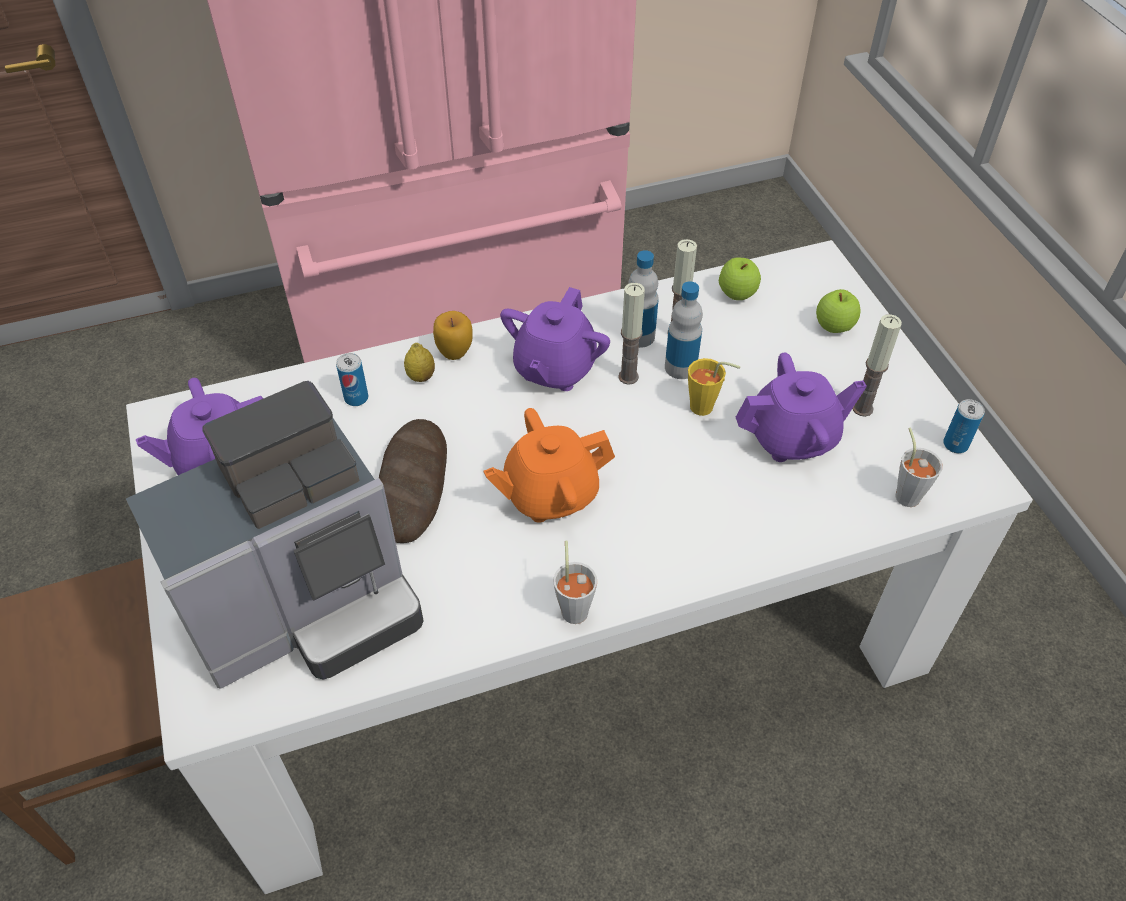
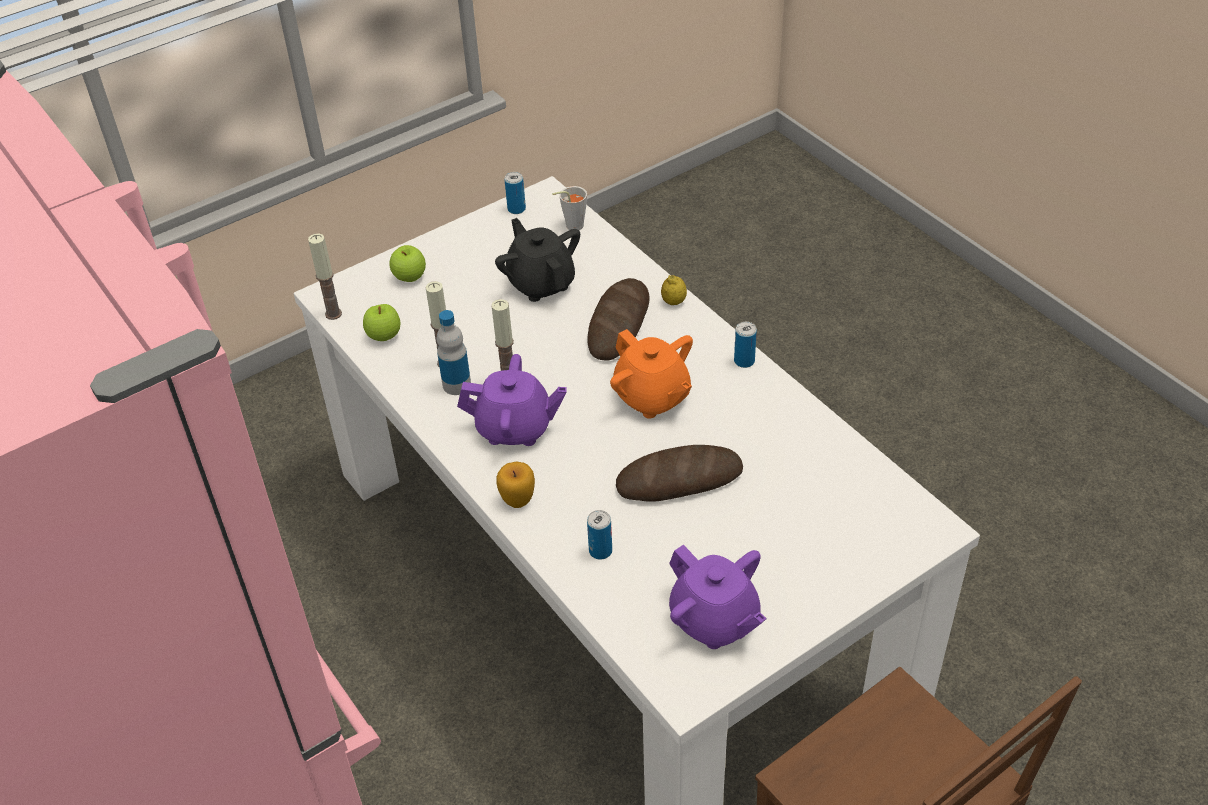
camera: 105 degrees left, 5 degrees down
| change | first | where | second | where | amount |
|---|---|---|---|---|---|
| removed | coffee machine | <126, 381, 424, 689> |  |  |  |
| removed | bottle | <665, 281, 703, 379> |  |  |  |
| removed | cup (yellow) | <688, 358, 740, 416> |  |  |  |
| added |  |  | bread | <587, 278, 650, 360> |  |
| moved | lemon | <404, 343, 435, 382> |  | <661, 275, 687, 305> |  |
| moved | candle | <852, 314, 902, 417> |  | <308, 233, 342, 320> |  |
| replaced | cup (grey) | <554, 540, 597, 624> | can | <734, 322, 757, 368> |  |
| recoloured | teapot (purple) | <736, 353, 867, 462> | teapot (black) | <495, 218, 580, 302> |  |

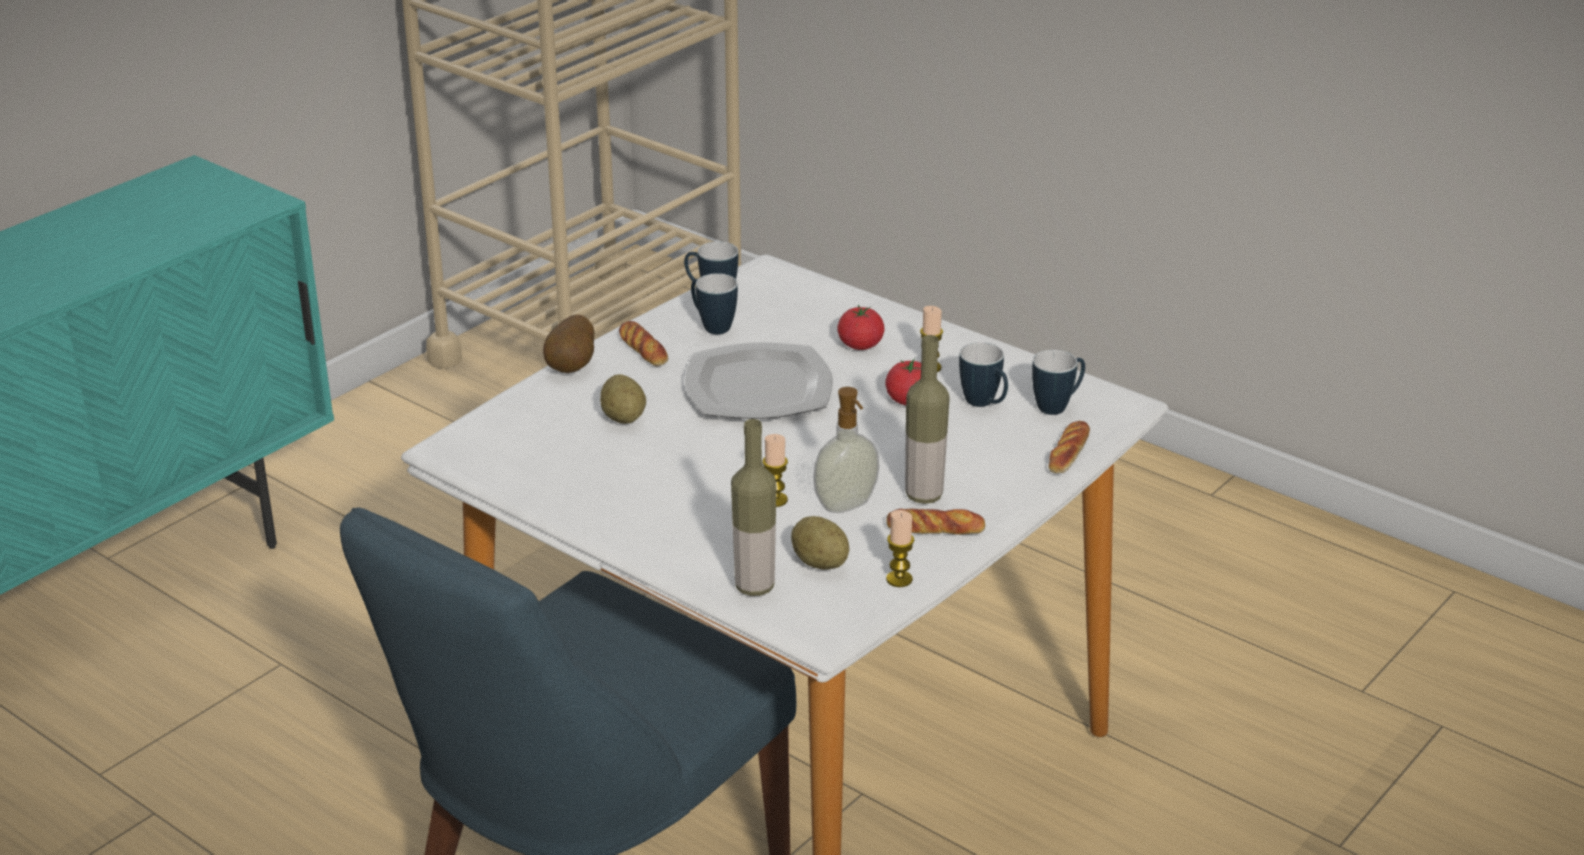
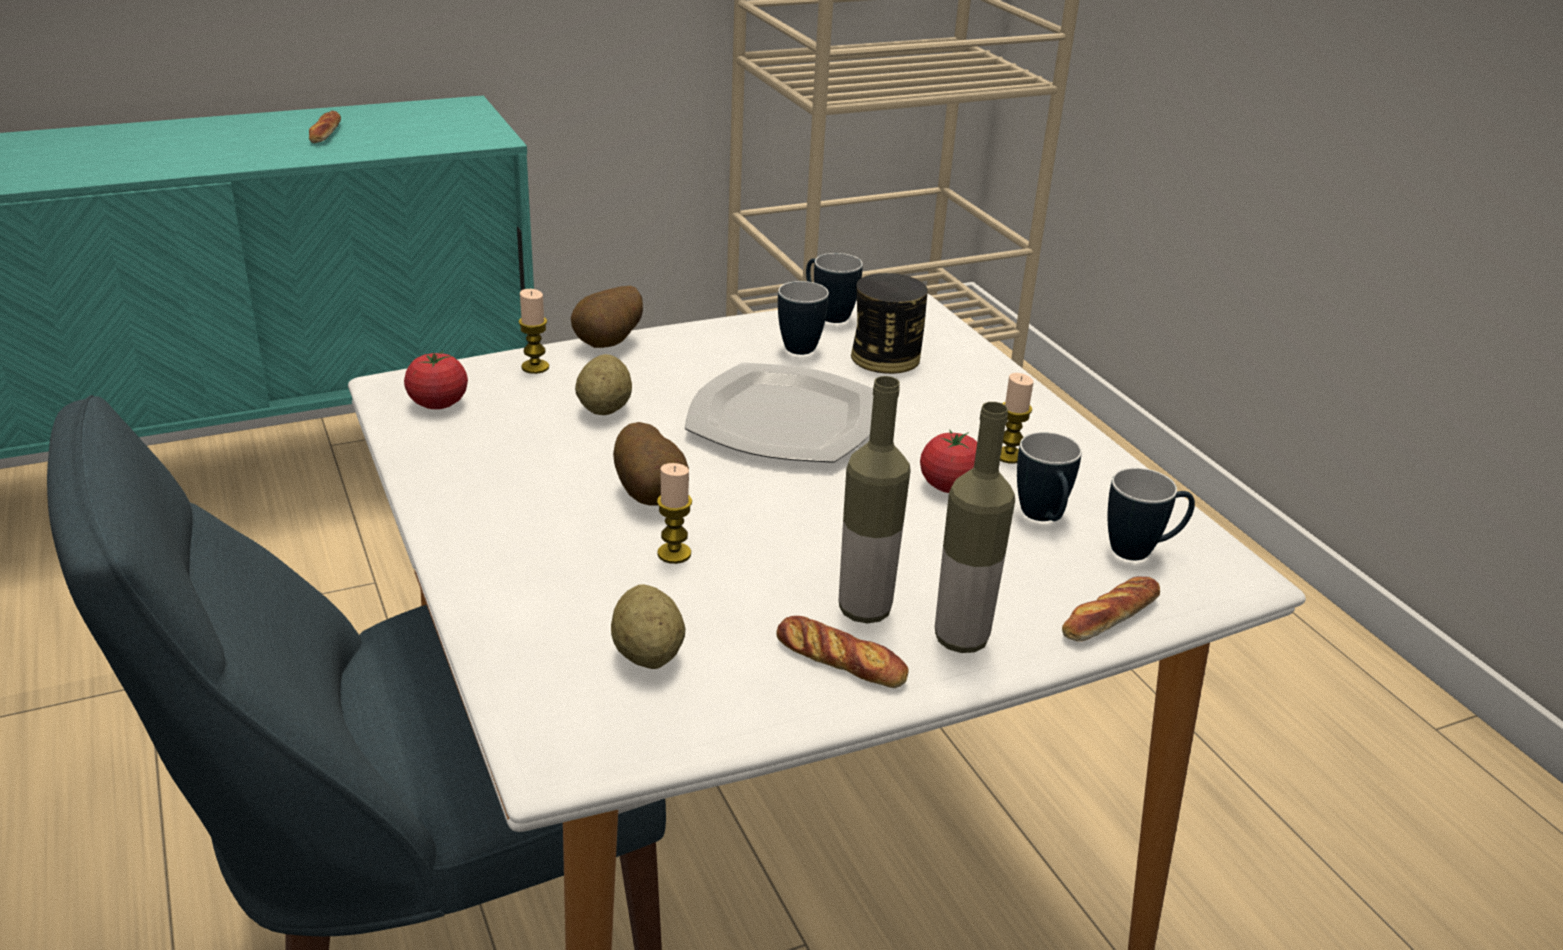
camera: 25 degrees right, 0 degrees up
| change | first | where | second | where | amount |
|---|---|---|---|---|---|
| removed | soap dispenser | <813, 387, 879, 513> |  |  |  |
| added |  |  | potato | <613, 422, 689, 506> |  |
| added |  |  | can | <851, 273, 928, 374> |  |
| moved | bread | <619, 321, 668, 366> |  | <309, 111, 341, 143> |  |
| moved | bottle | <731, 419, 776, 596> |  | <935, 402, 1015, 653> |  |
| moved | tomato | <837, 305, 885, 350> |  | <404, 350, 468, 409> |  |
| moved | candle | <886, 510, 914, 587> |  | <519, 289, 549, 374> |  |

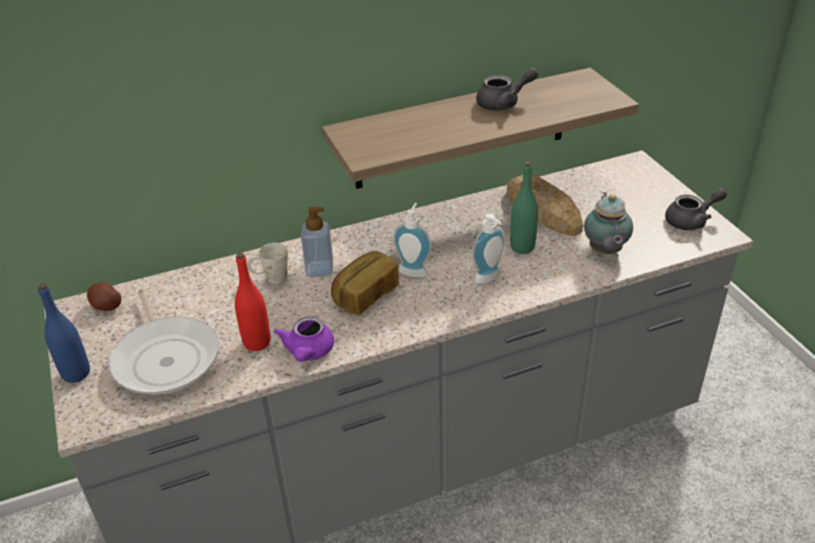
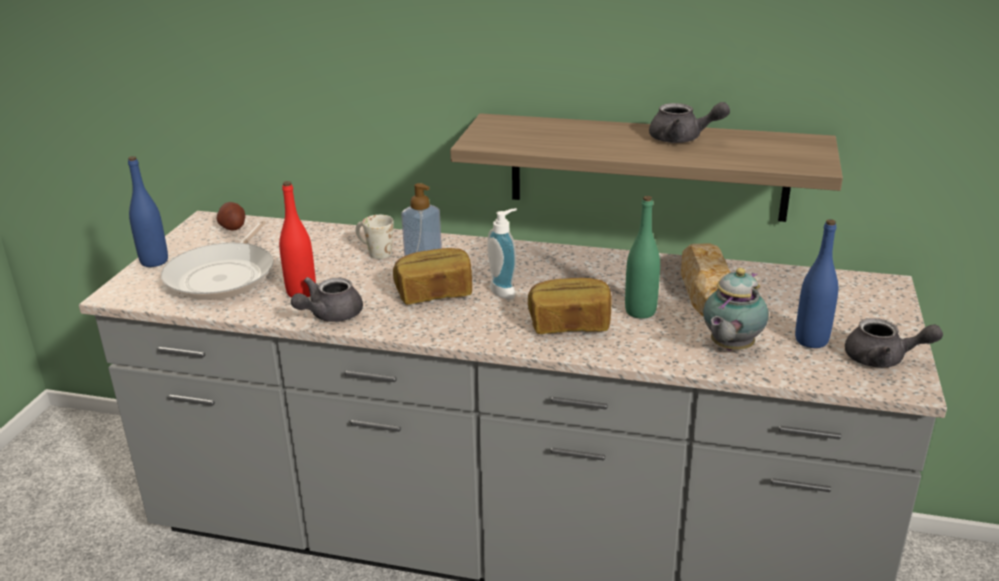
camera: 35 degrees right, 10 degrees down
| change | first | where | second | where | amount |
|---|---|---|---|---|---|
| added |  |  | bottle (blue) | <795, 219, 838, 348> |  |
| replaced | soap dispenser | <473, 213, 505, 284> | bread | <528, 278, 612, 334> |  |
| recoloured | teapot (purple) | <274, 316, 334, 362> | teapot (grey) | <291, 277, 363, 322> |  |

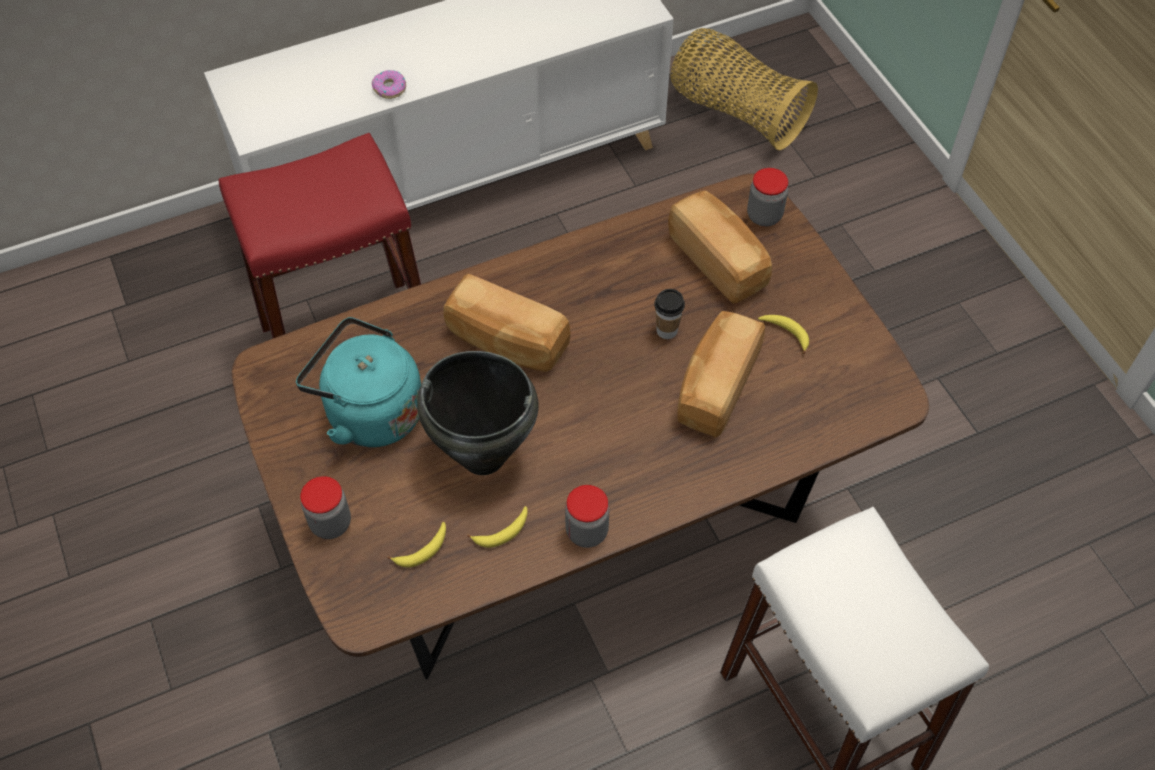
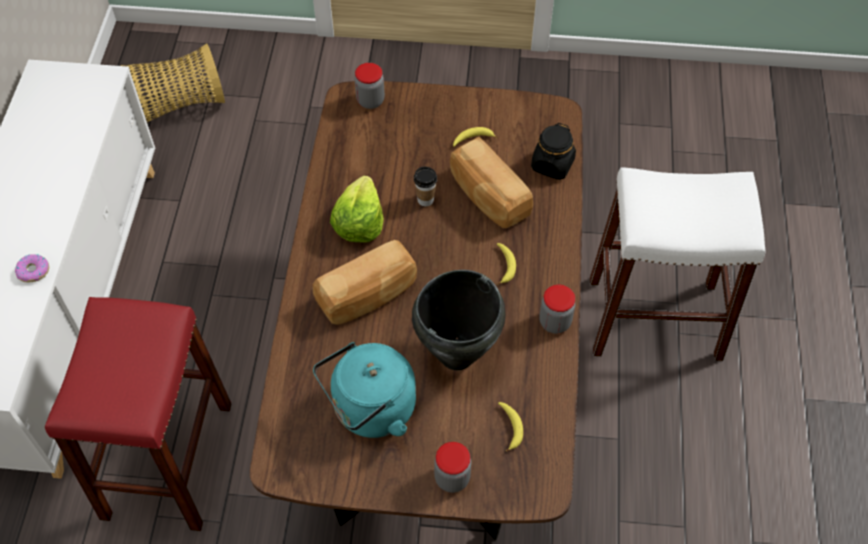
camera: 60 degrees left, 0 degrees up
| change | first | where | second | where | amount |
|---|---|---|---|---|---|
| removed | bread | <668, 190, 772, 304> |  |  |  |
| added |  |  | lettuce | <330, 176, 384, 242> |  |
| added |  |  | jar (black) | <531, 123, 576, 180> |  |
| moved | banana | <467, 506, 527, 548> |  | <497, 243, 516, 284> |  |

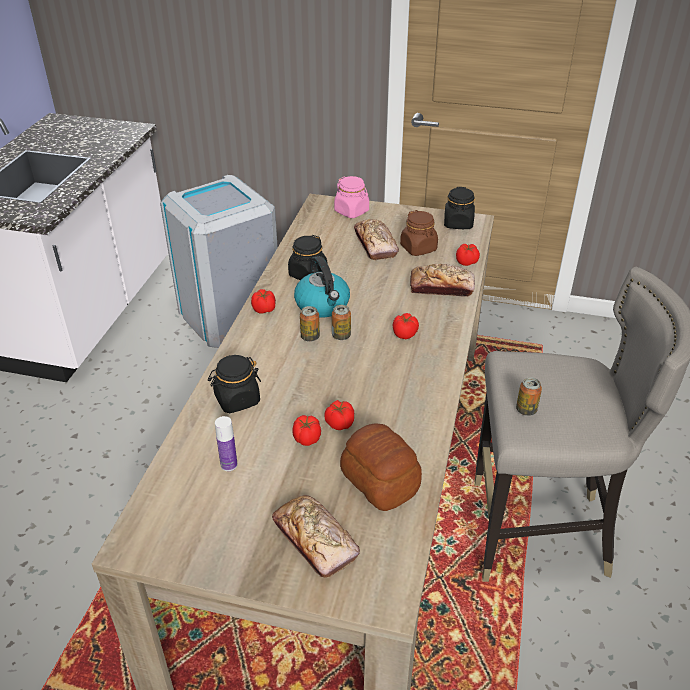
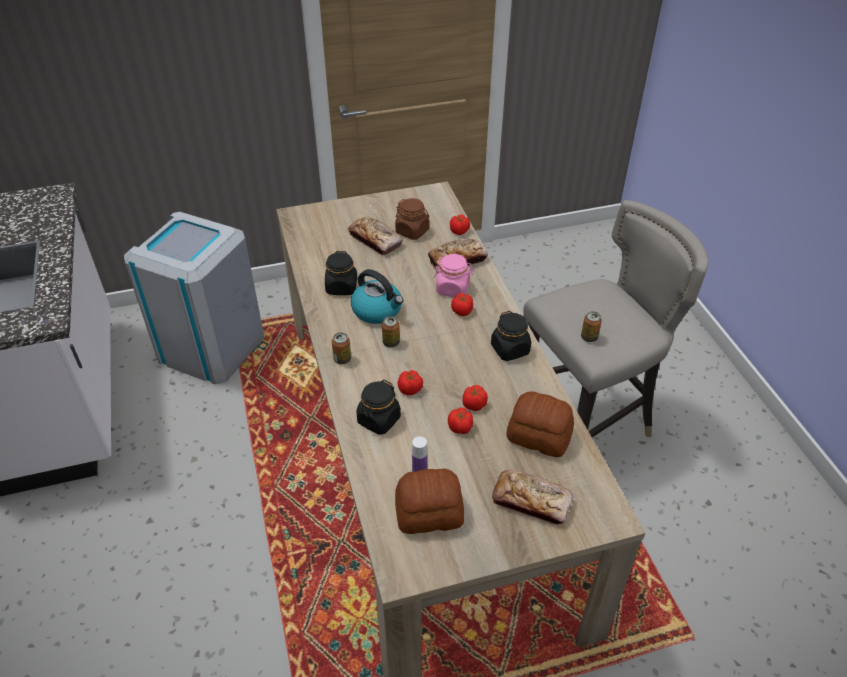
camera: 30 degrees left, 5 degrees up
| change | first | where | second | where | amount |
|---|---|---|---|---|---|
| added |  |  | bread | <395, 468, 464, 534> |  |
| moved | tomato | <251, 289, 276, 313> |  | <398, 370, 423, 395> |  |
| moved | can | <332, 305, 351, 340> |  | <332, 333, 351, 364> |  |
| moved | jar (pink) | <334, 176, 369, 218> |  | <434, 254, 474, 297> |  |
| moved | jar (black) | <444, 187, 475, 229> |  | <491, 311, 531, 361> |  |

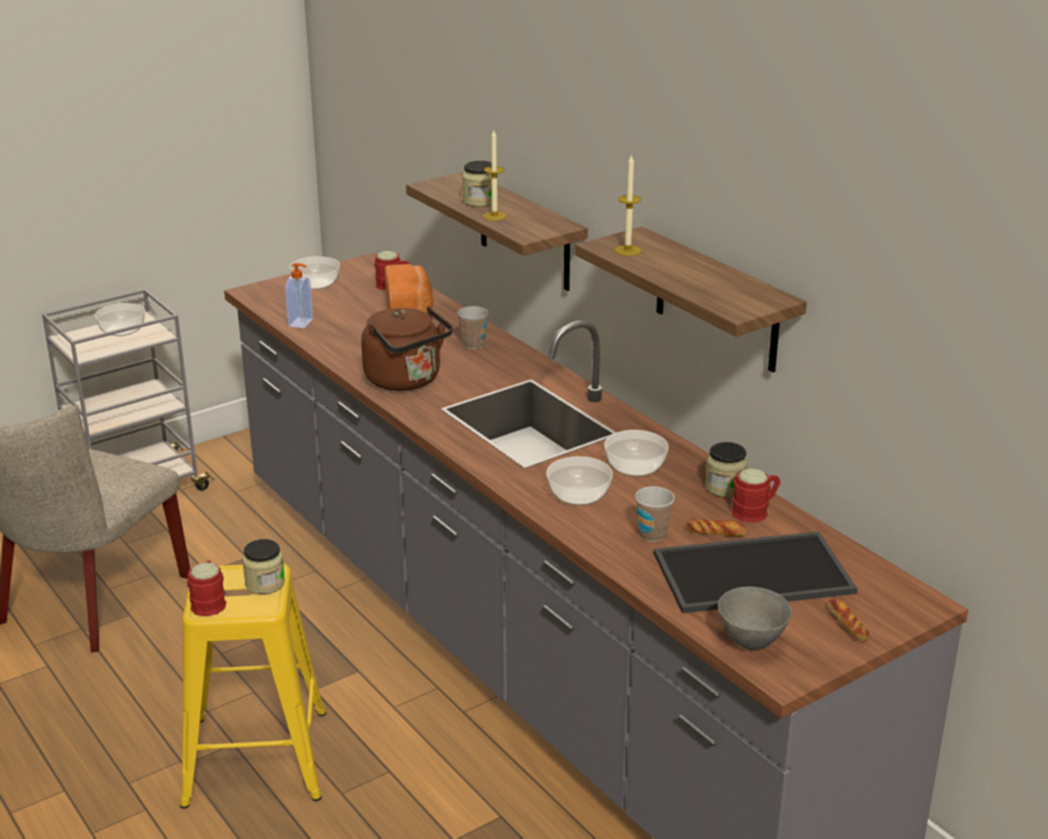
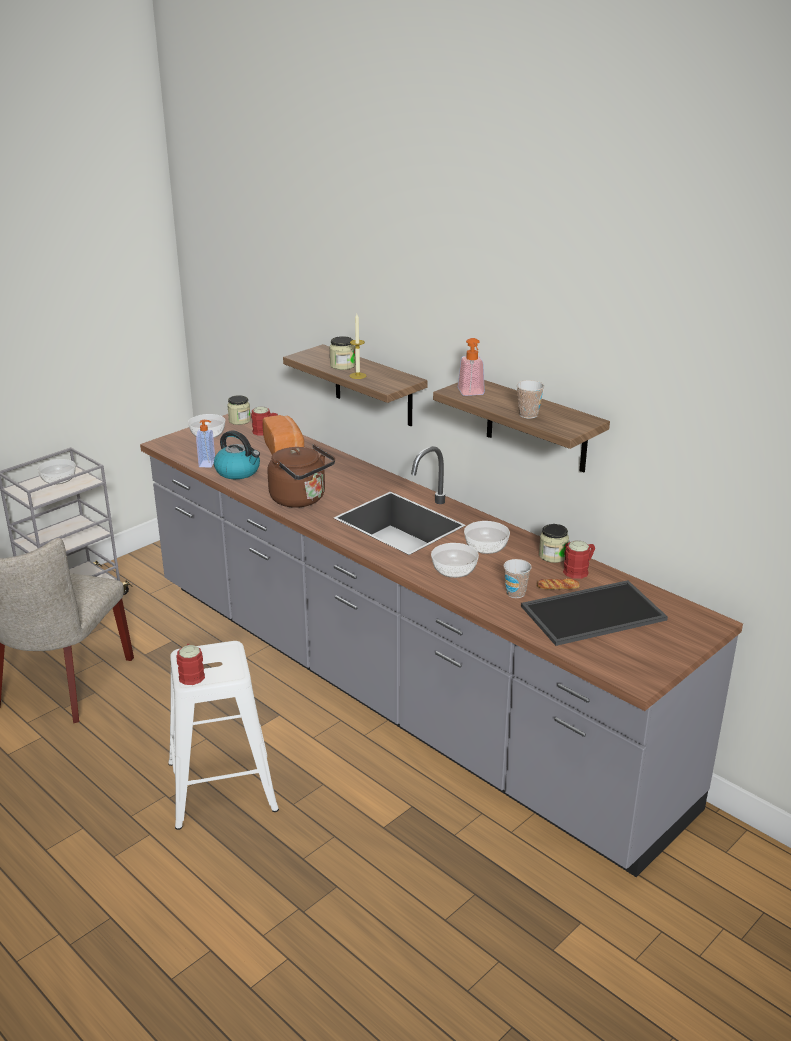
camera: 10 degrees left, 0 degrees up
| change | first | where | second | where | amount |
|---|---|---|---|---|---|
| removed | bowl (grey) | <718, 586, 792, 650> |  |  |  |
| removed | bread | <828, 598, 869, 641> |  |  |  |
| added |  |  | kettle | <214, 430, 260, 479> |  |
| moved | jar | <242, 539, 285, 594> |  | <227, 395, 251, 425> |  |
| moved | cup | <457, 306, 488, 349> |  | <516, 380, 544, 419> |  |
| replaced | candle | <614, 154, 641, 256> | soap dispenser | <458, 338, 485, 396> |  |
| recoloured | stool (yellow) | <180, 564, 326, 809> | stool (white) | <168, 641, 279, 830> |  |

